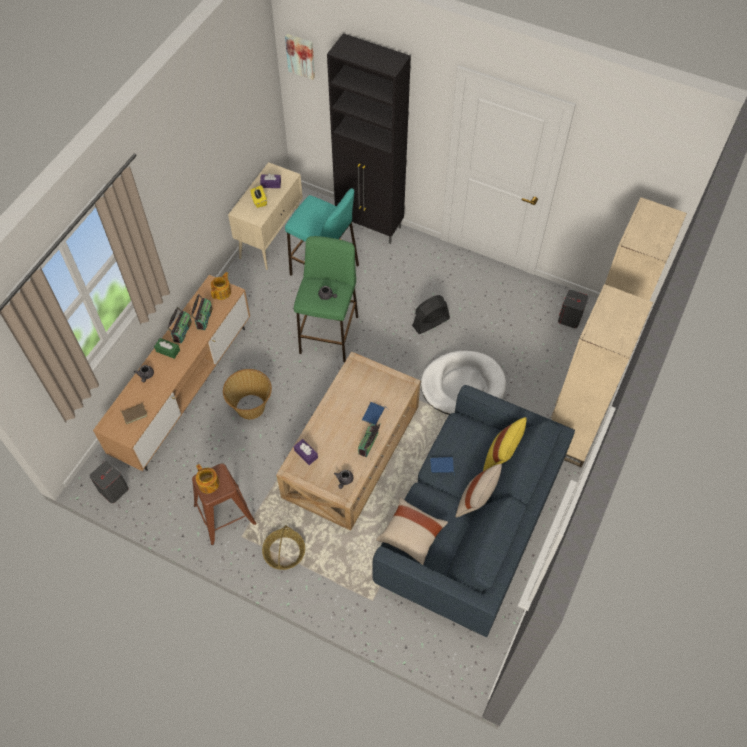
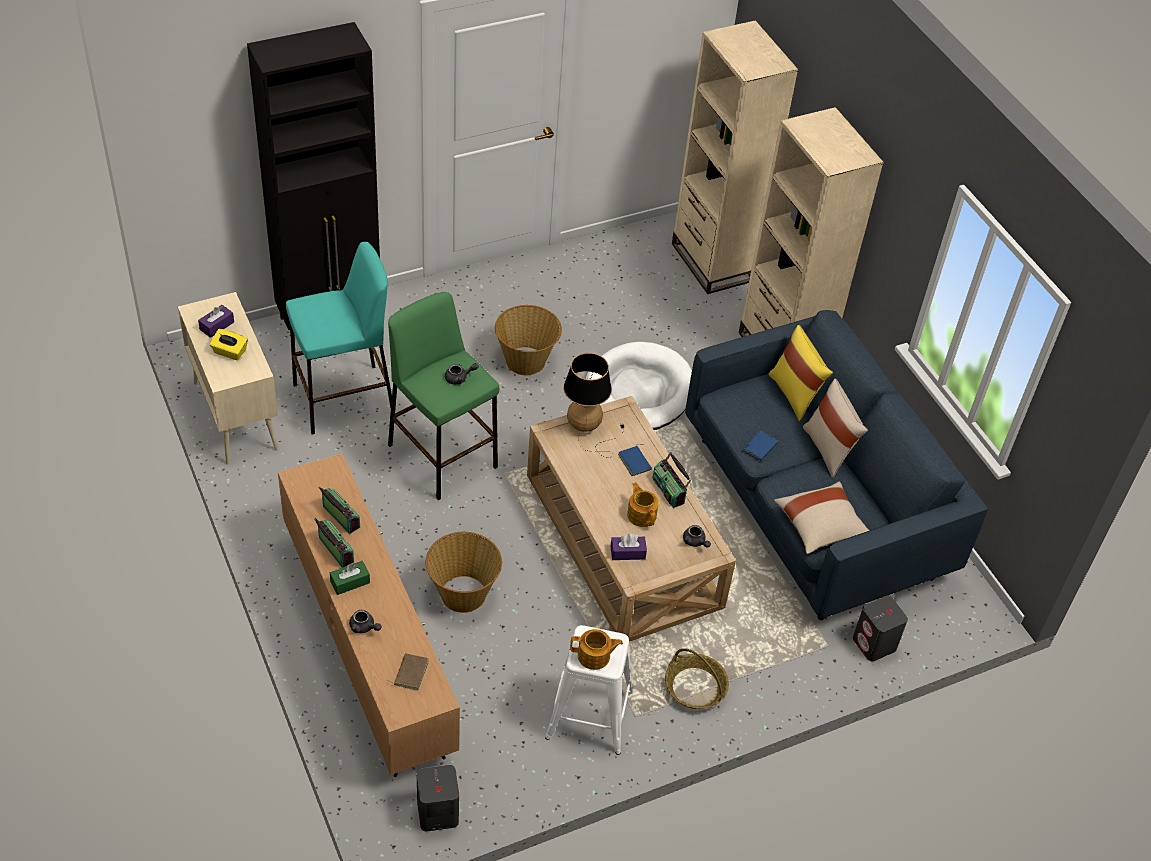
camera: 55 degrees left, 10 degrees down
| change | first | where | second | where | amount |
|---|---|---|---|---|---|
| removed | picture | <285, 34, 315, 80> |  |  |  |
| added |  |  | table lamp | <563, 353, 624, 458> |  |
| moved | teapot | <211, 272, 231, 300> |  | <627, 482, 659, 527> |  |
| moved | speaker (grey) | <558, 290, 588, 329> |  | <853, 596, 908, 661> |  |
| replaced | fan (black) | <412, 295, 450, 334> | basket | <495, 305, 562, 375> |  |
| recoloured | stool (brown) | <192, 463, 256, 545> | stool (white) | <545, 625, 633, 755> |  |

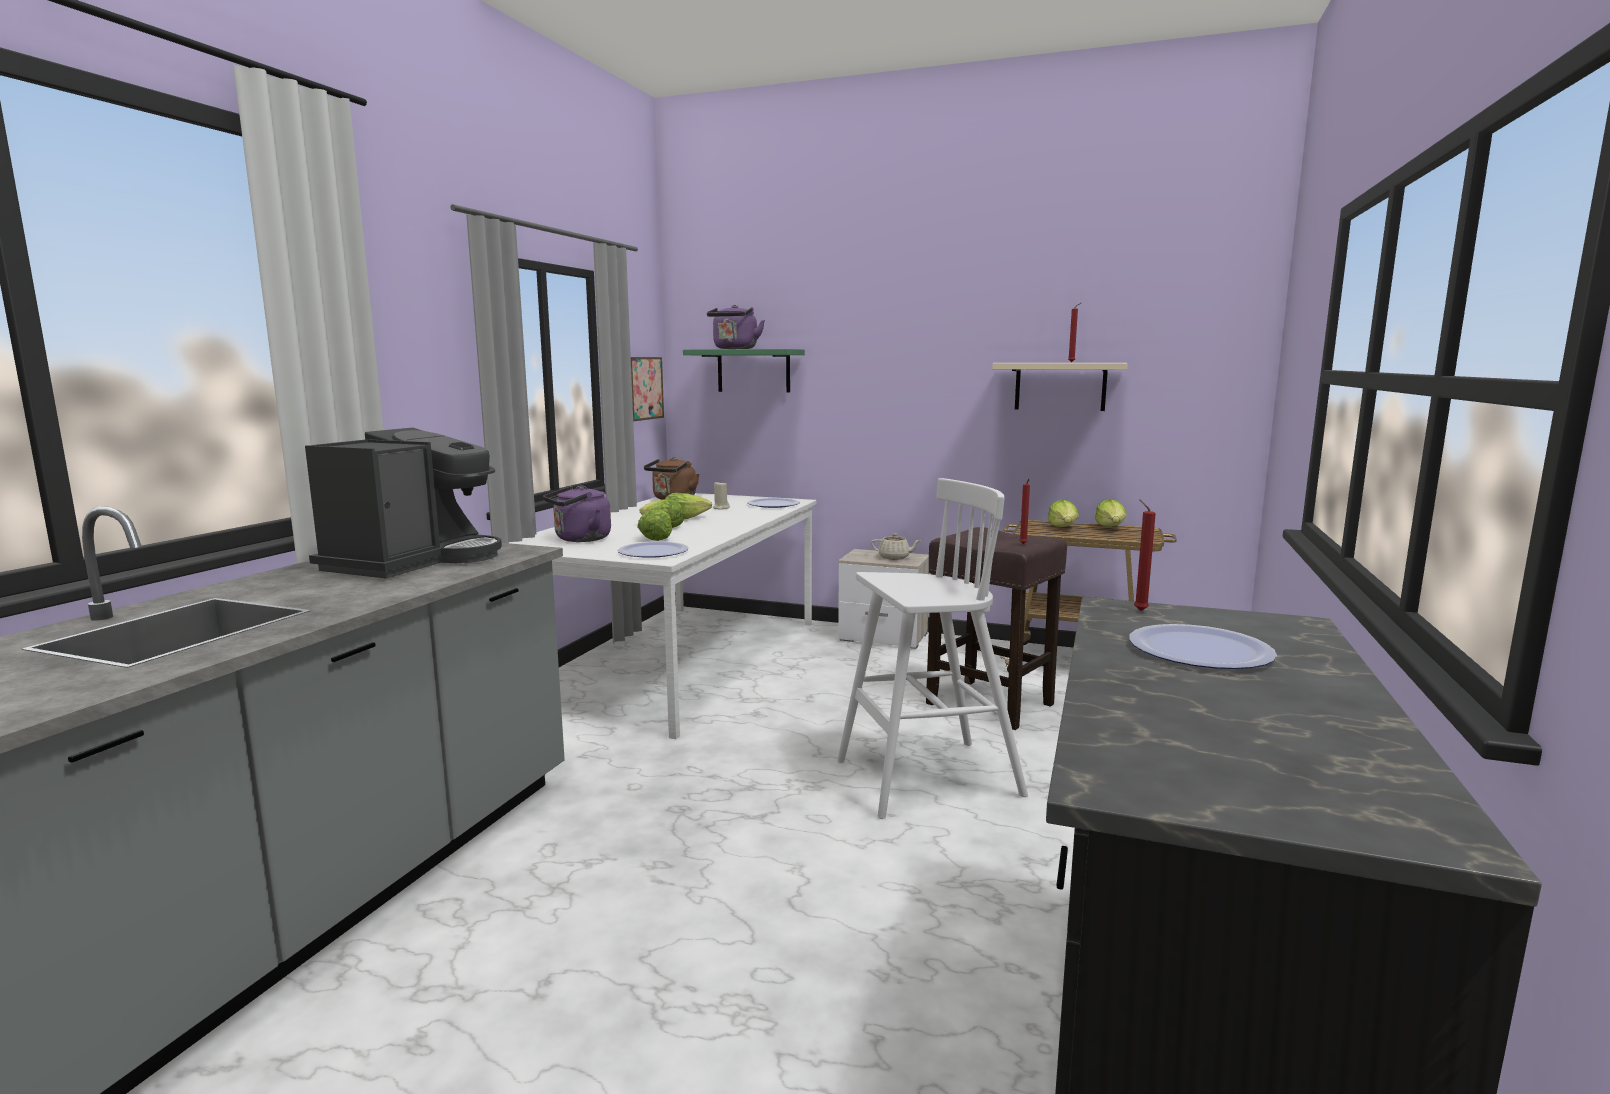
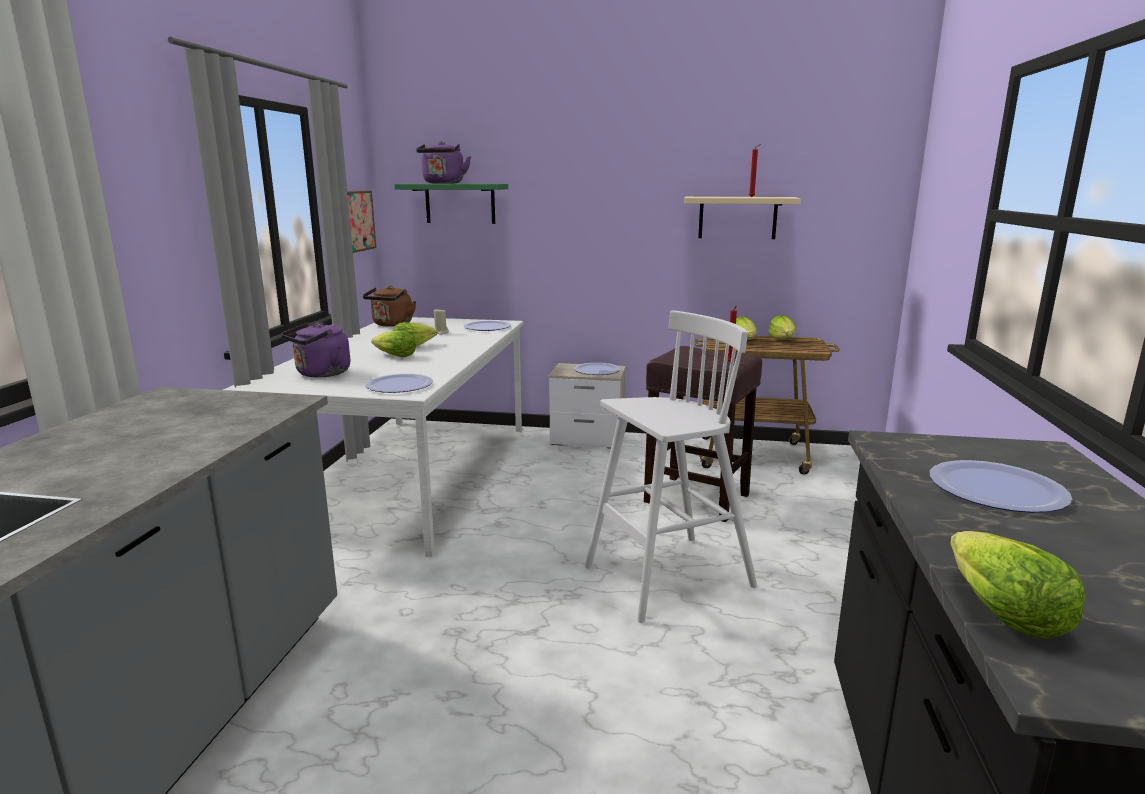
camera: 10 degrees left, 5 degrees up
| change | first | where | second | where | amount |
|---|---|---|---|---|---|
| removed | coffee machine | <305, 428, 502, 579> |  |  |  |
| removed | candle (red) | <1134, 499, 1156, 611> |  |  |  |
| moved | lettuce | <637, 509, 672, 541> |  | <950, 531, 1086, 639> |  |
| replaced | teapot (beige) | <871, 533, 921, 560> | plate | <574, 363, 621, 375> |  |

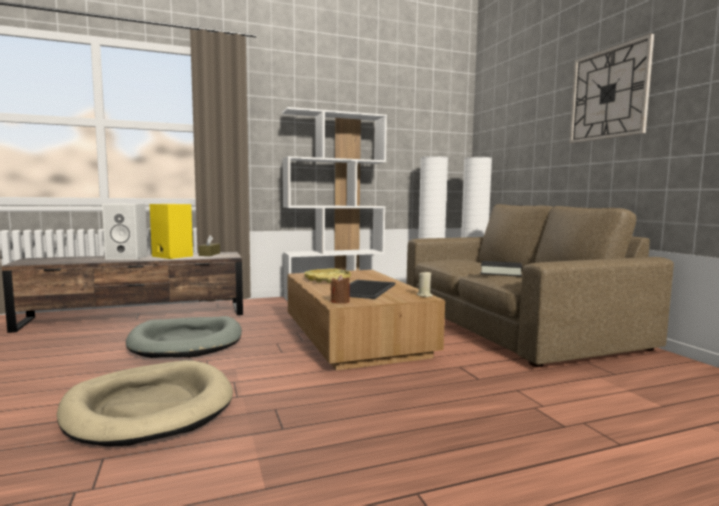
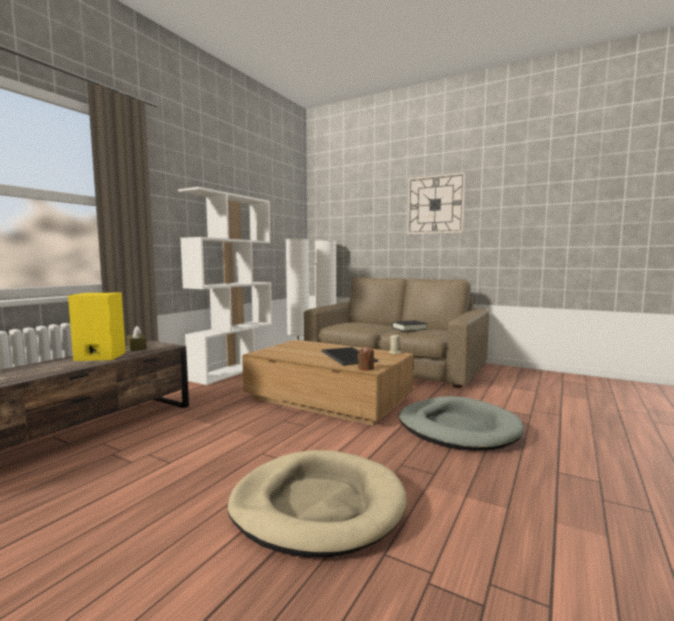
camera: 40 degrees left, 0 degrees up
| change | first | where | second | where | amount |
|---|---|---|---|---|---|
| removed | speaker (white) | <102, 204, 148, 259> |  |  |  |
| removed | tray (yellow) | <304, 268, 351, 283> |  |  |  |
| moved | dog bed (grey) | <126, 316, 242, 358> |  | <399, 396, 524, 451> |  |

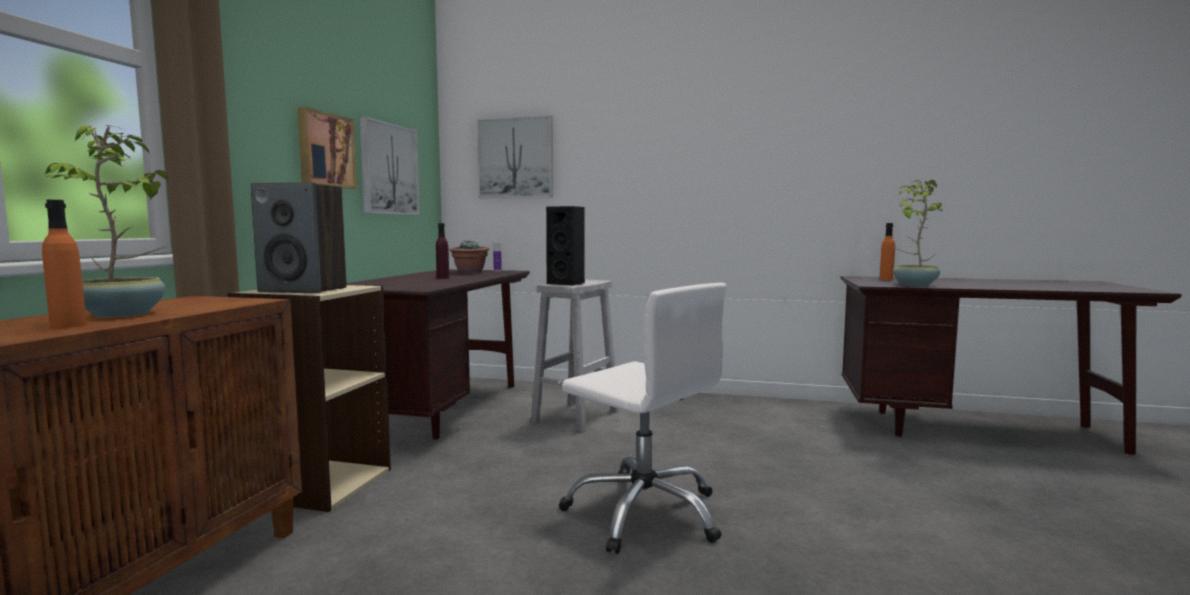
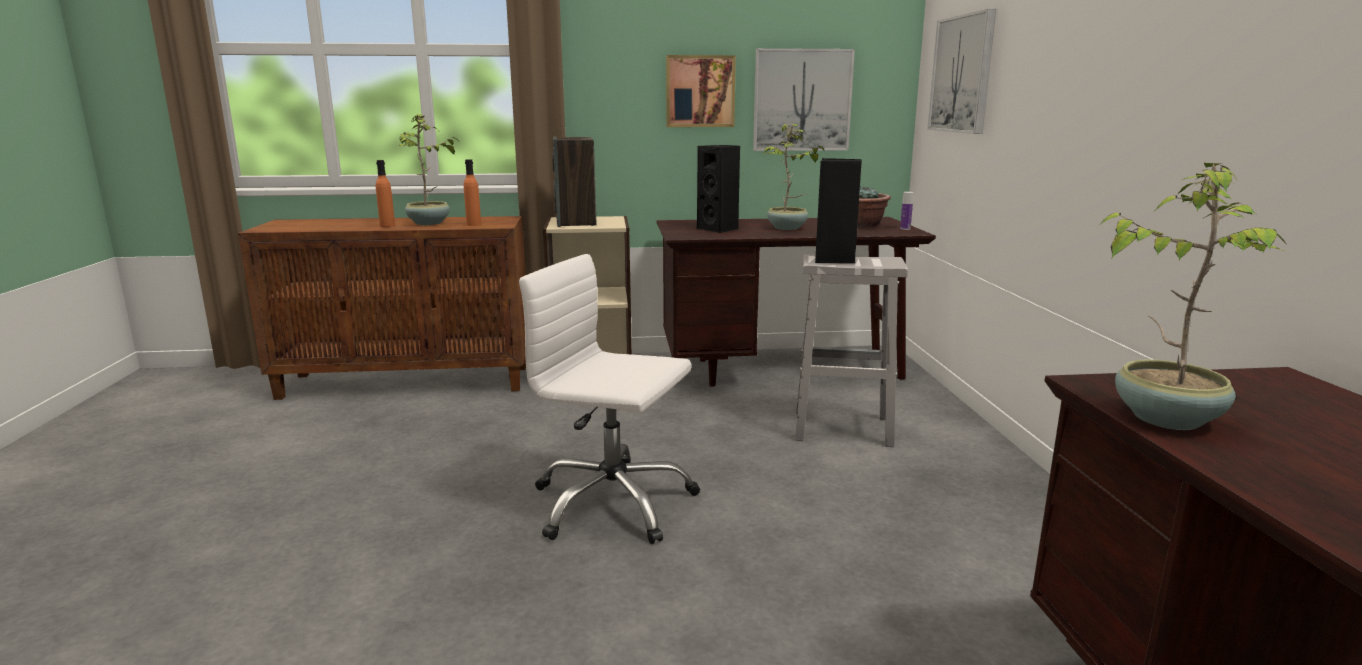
camera: 70 degrees right, 10 degrees up
| change | first | where | second | where | amount |
|---|---|---|---|---|---|
| added |  |  | speaker (black) | <697, 145, 740, 233> |  |
| moved | bottle (orange) | <880, 223, 895, 280> |  | <464, 159, 481, 226> |  |
| replaced | bottle (purple) | <436, 223, 449, 279> | potted plant | <762, 124, 824, 230> |  |
| turned | office chair (white) | <559, 283, 726, 554> |  | <519, 254, 700, 544> | 90 degrees clockwise |

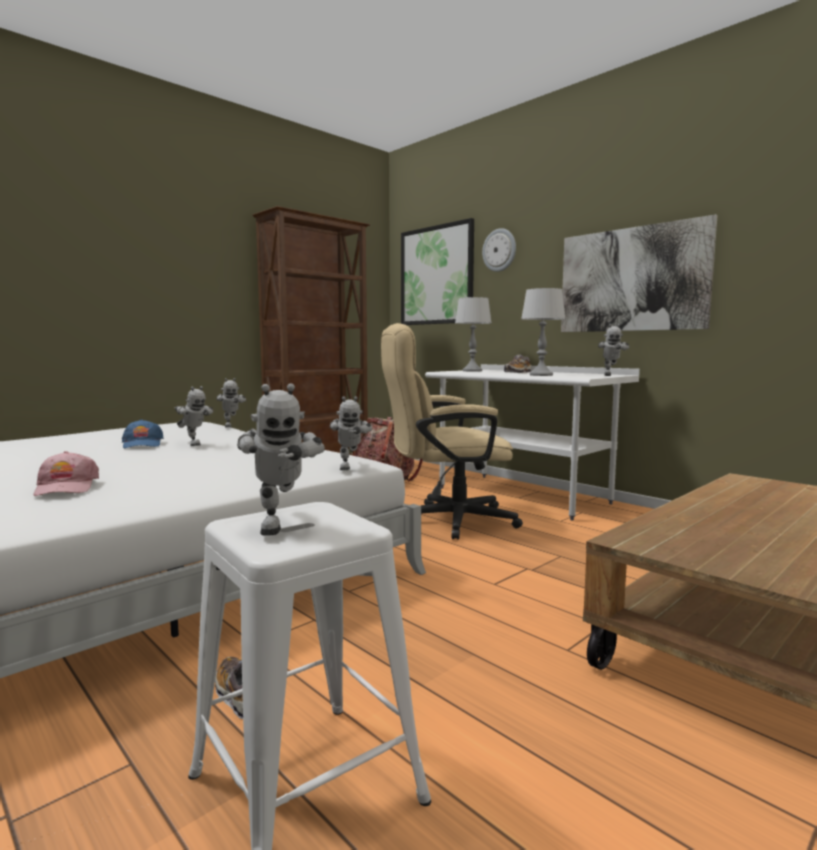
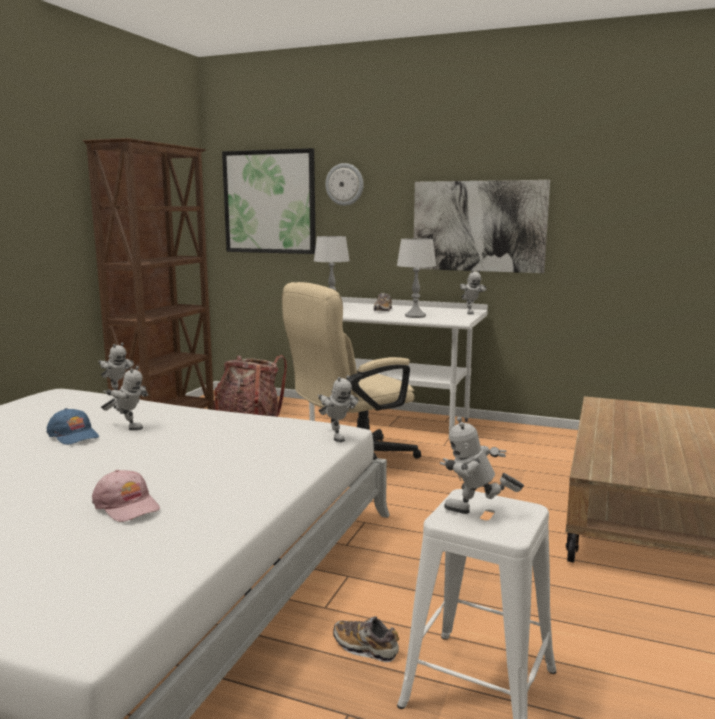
camera: 25 degrees left, 5 degrees up
| change | first | where | second | where | amount |
|---|---|---|---|---|---|
| turned | toy robot | <237, 384, 325, 536> |  | <440, 417, 524, 514> | 135 degrees clockwise |

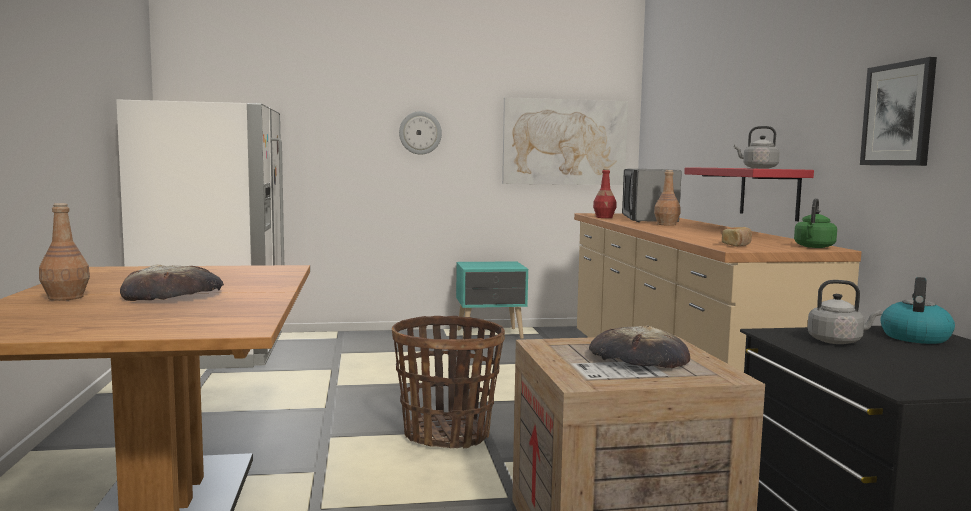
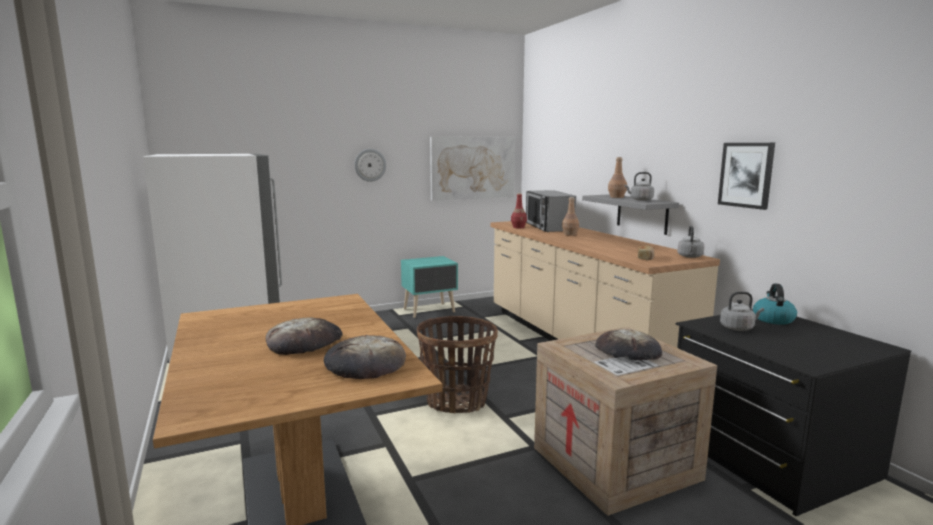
camera: 15 degrees left, 5 degrees up
| change | first | where | second | where | amount |
|---|---|---|---|---|---|
| added |  |  | bread | <324, 335, 406, 379> |  |
| moved | bottle (brown) | <39, 203, 90, 301> |  | <608, 157, 627, 198> |  |
| recoloured | shelf (red) | <684, 167, 814, 221> | shelf (grey) | <582, 194, 679, 235> |  |
| recoloured | kettle (green) | <794, 198, 837, 248> | kettle (grey) | <677, 226, 705, 258> |  |

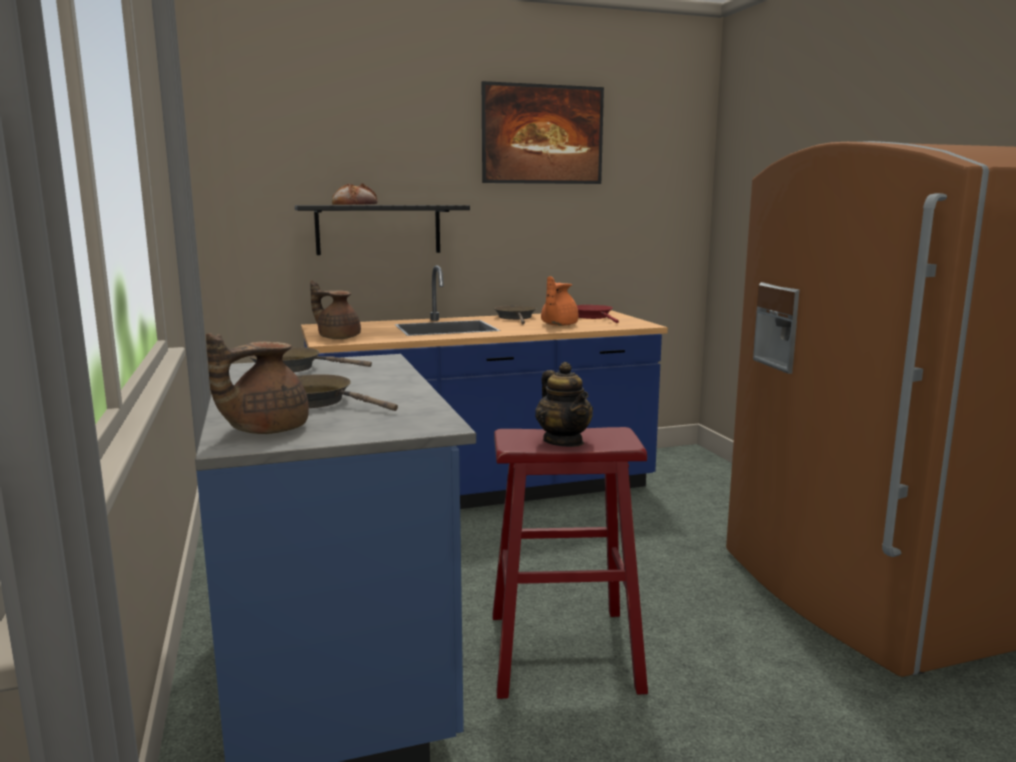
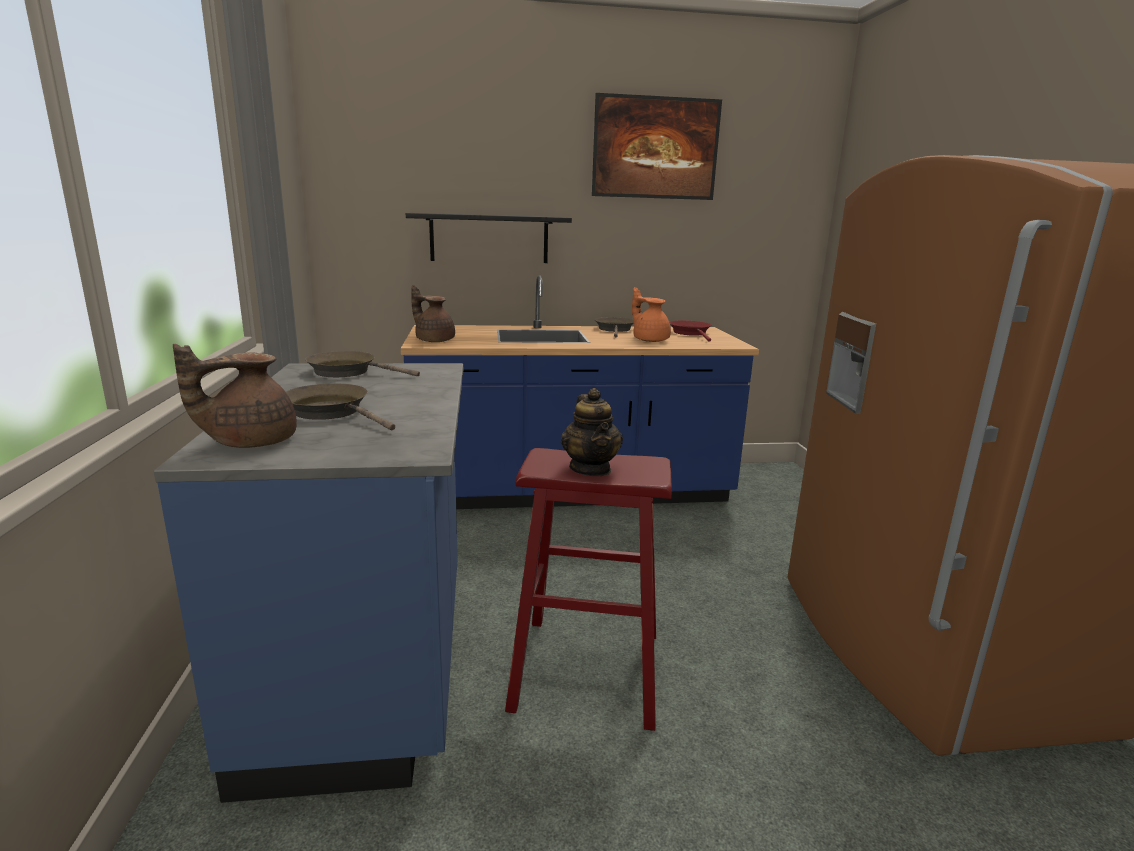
camera: 10 degrees right, 5 degrees up
| change | first | where | second | where | amount |
|---|---|---|---|---|---|
| removed | bread | <332, 183, 378, 205> |  |  |  |
| turned | teapot (orange) | <541, 276, 579, 326> |  | <632, 287, 671, 342> | 105 degrees clockwise |

